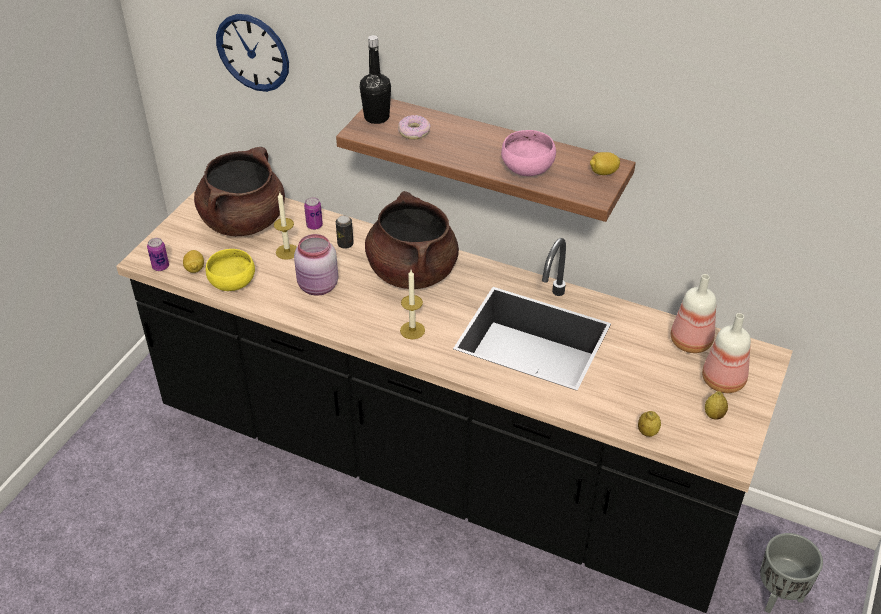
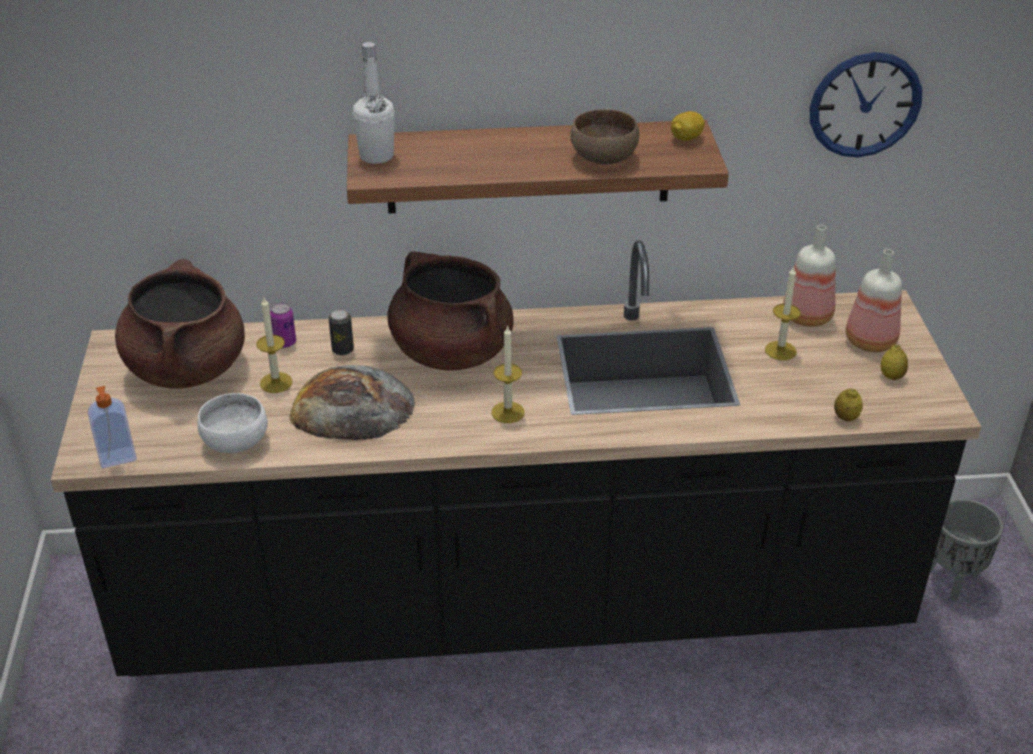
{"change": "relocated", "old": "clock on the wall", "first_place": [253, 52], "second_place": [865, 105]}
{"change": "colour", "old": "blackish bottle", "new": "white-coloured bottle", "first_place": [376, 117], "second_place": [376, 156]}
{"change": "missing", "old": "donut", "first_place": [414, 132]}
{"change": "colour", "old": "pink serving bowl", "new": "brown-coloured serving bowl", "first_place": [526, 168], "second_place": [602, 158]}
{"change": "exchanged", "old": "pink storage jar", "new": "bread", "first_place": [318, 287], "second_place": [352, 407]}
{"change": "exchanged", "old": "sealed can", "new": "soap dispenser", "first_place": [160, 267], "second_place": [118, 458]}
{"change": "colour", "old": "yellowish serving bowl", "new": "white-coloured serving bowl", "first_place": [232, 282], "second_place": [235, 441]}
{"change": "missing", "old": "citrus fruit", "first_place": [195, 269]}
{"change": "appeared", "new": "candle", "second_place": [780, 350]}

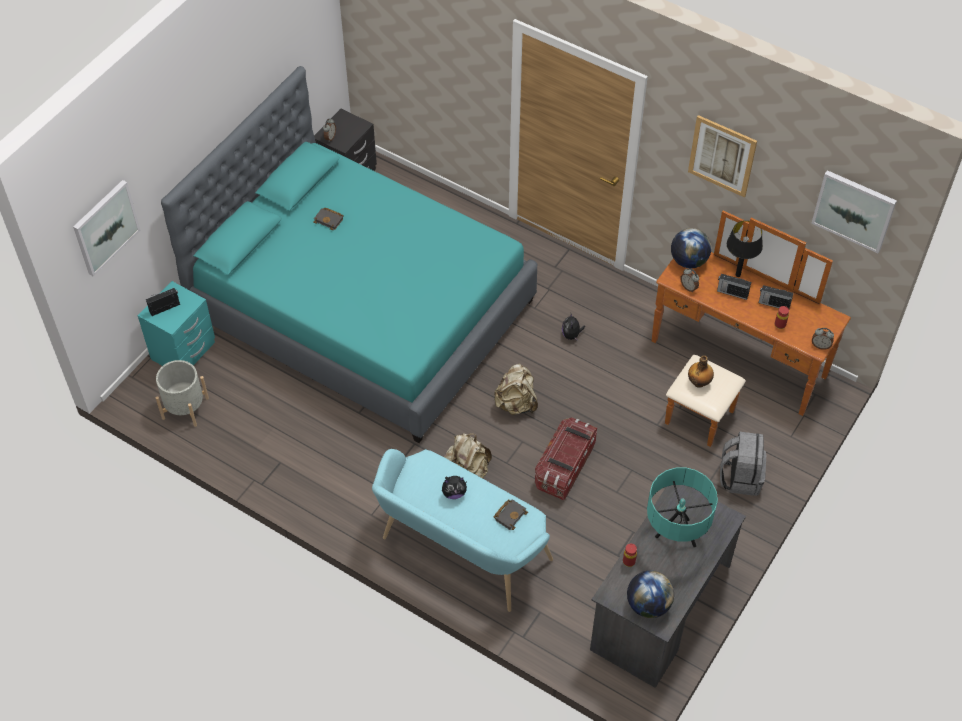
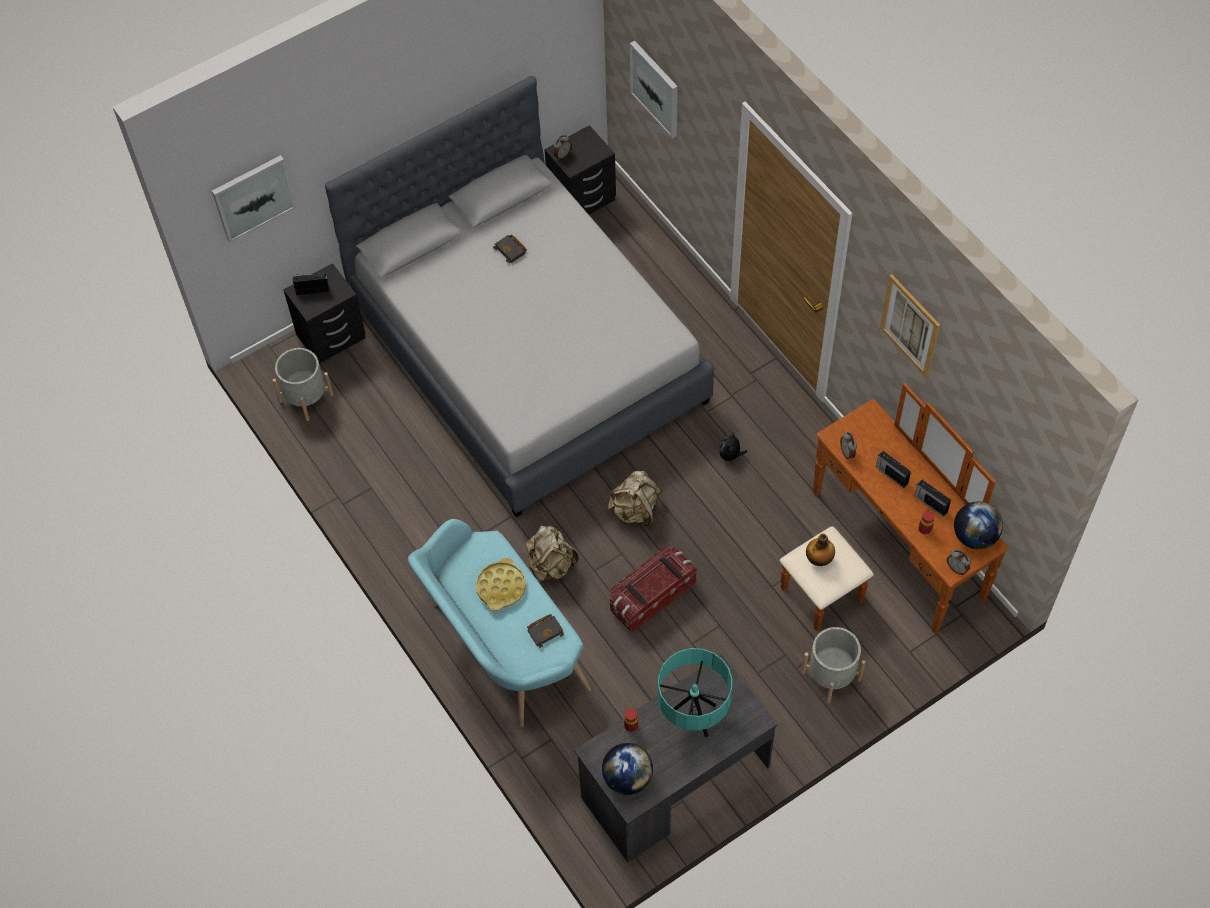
{"change": "colour", "old": "turquoise bed", "new": "gray bed", "first_place": [363, 309], "second_place": [529, 352]}
{"change": "relocated", "old": "wall art", "first_place": [854, 210], "second_place": [655, 88]}
{"change": "missing", "old": "blackish table lamp", "first_place": [738, 275]}
{"change": "relocated", "old": "desk globe", "first_place": [688, 261], "second_place": [974, 536]}
{"change": "colour", "old": "turquoise nightstand", "new": "blackish nightstand", "first_place": [183, 351], "second_place": [331, 336]}
{"change": "exchanged", "old": "gray rucksack", "new": "gray plant pot", "first_place": [740, 477], "second_place": [831, 676]}
{"change": "exchanged", "old": "cuddly toy", "new": "yellowish tray", "first_place": [454, 493], "second_place": [501, 587]}

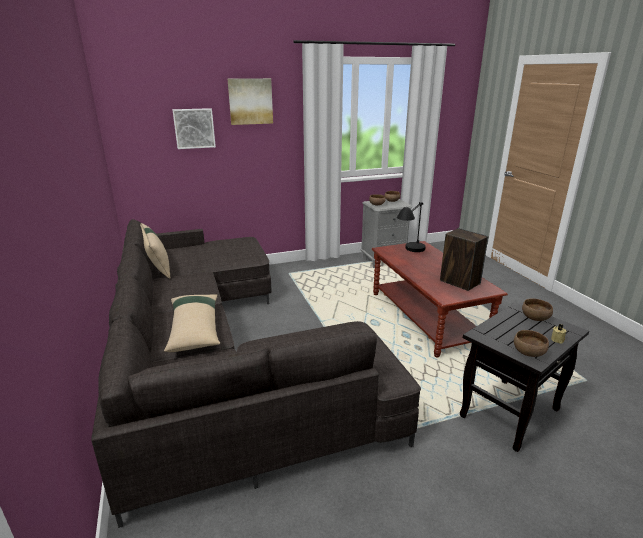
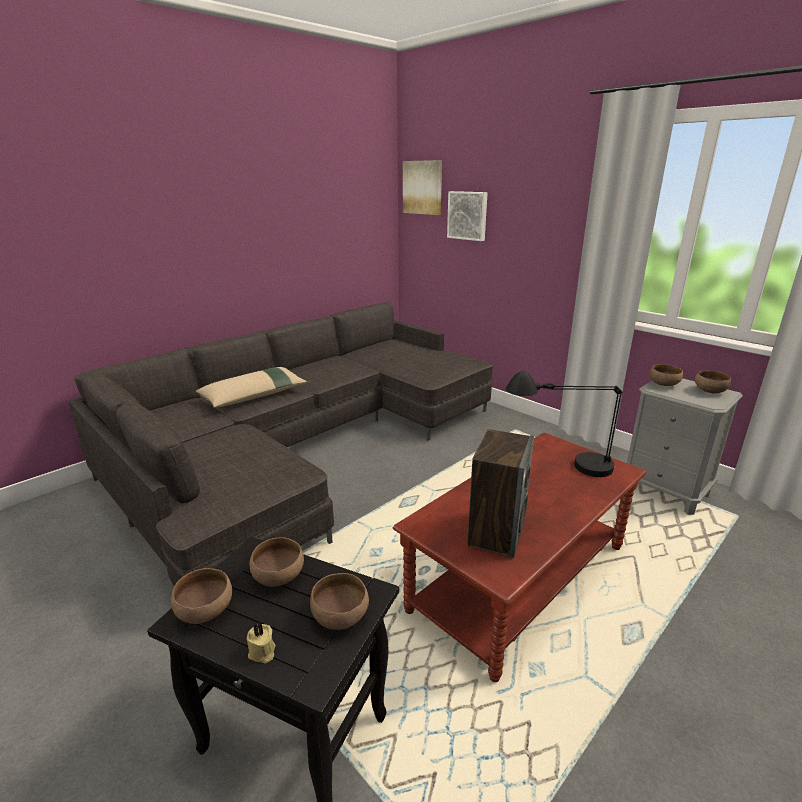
{"change": "relocated", "old": "wall art", "first_place": [250, 101], "second_place": [423, 187]}
{"change": "missing", "old": "beige cushion", "first_place": [157, 266]}
{"change": "appeared", "new": "brown-coloured serving bowl", "second_place": [280, 577]}

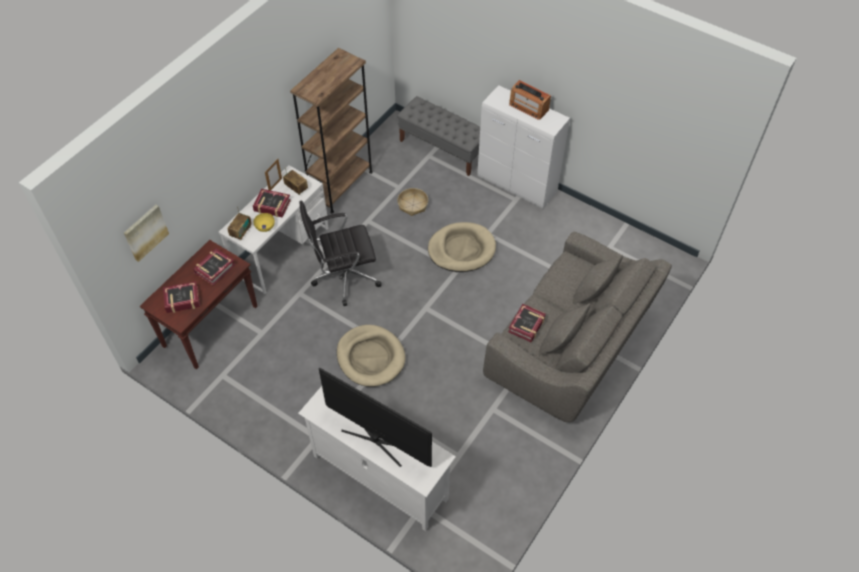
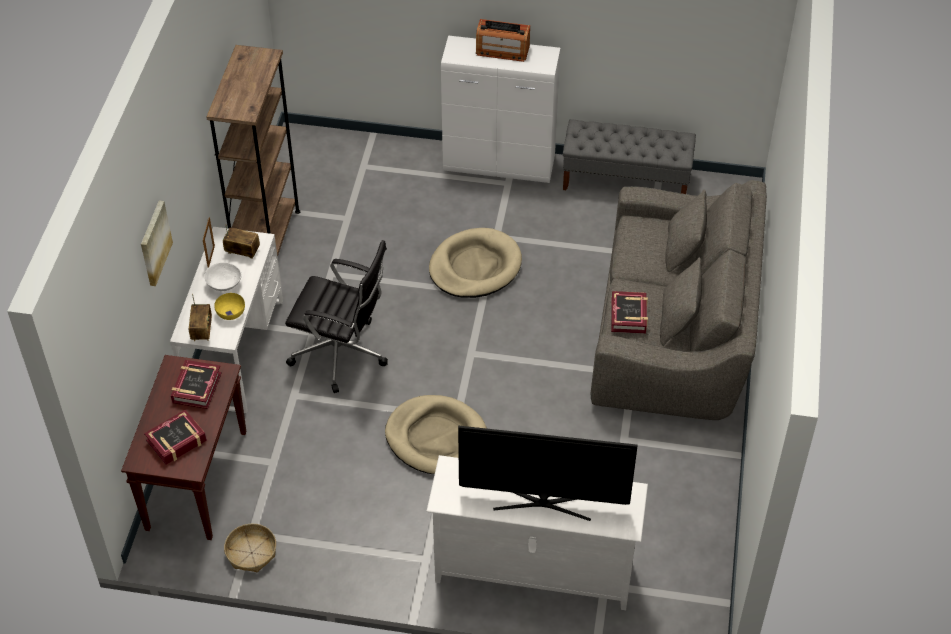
{"change": "relocated", "old": "gray indoor bench", "first_place": [442, 149], "second_place": [626, 181]}
{"change": "relocated", "old": "basket", "first_place": [412, 205], "second_place": [251, 553]}
{"change": "exchanged", "old": "book", "new": "white-coloured serving bowl", "first_place": [272, 206], "second_place": [223, 284]}
{"change": "spun", "old": "blackish desk chair", "first_place": [344, 277], "second_place": [342, 354], "degrees": -120}
{"change": "relocated", "old": "wall art", "first_place": [145, 232], "second_place": [154, 243]}

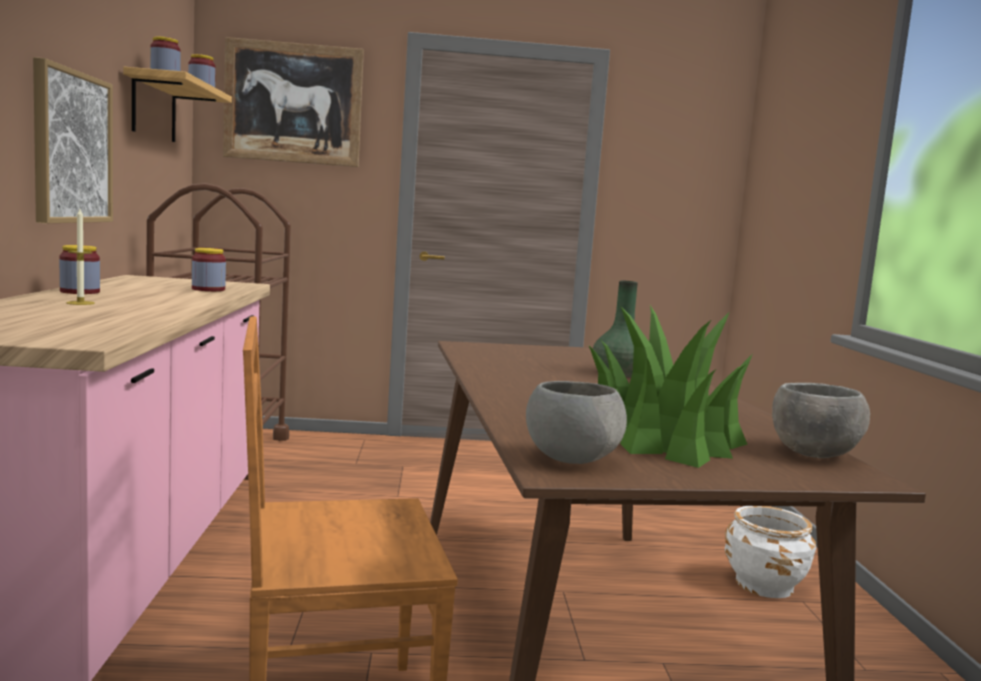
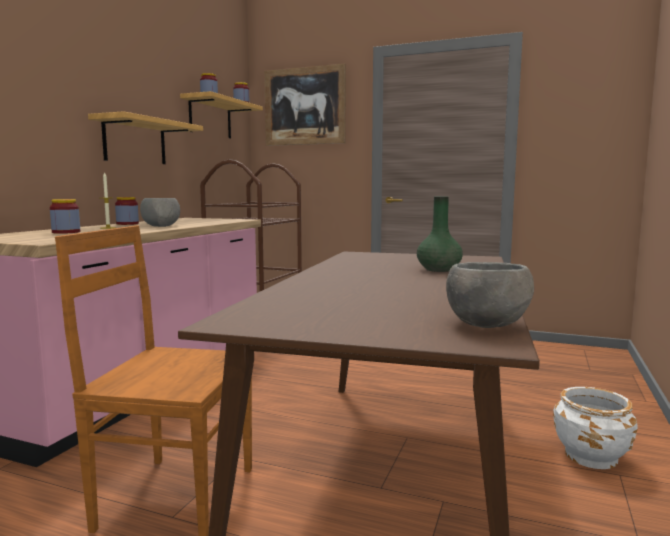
{"change": "exchanged", "old": "wall art", "new": "wall shelf", "first_place": [71, 147], "second_place": [135, 142]}
{"change": "relocated", "old": "storage jar", "first_place": [208, 289], "second_place": [66, 232]}
{"change": "missing", "old": "potted plant", "first_place": [662, 439]}
{"change": "relocated", "old": "gray serving bowl", "first_place": [570, 459], "second_place": [161, 226]}

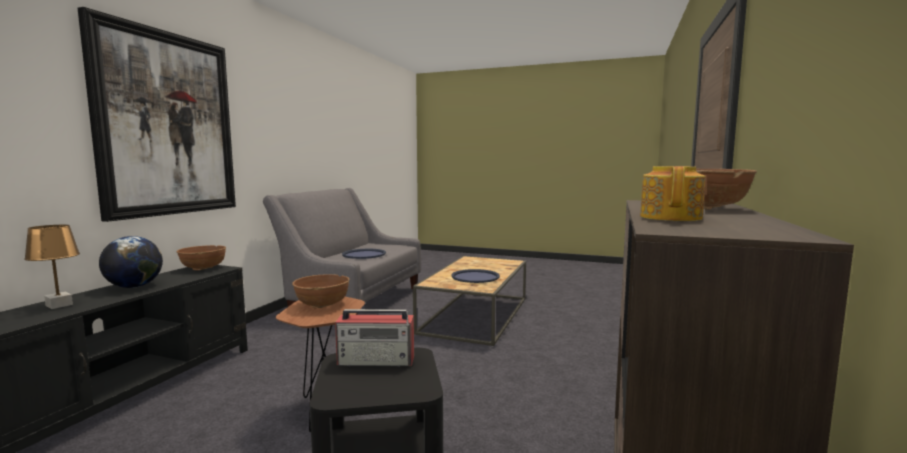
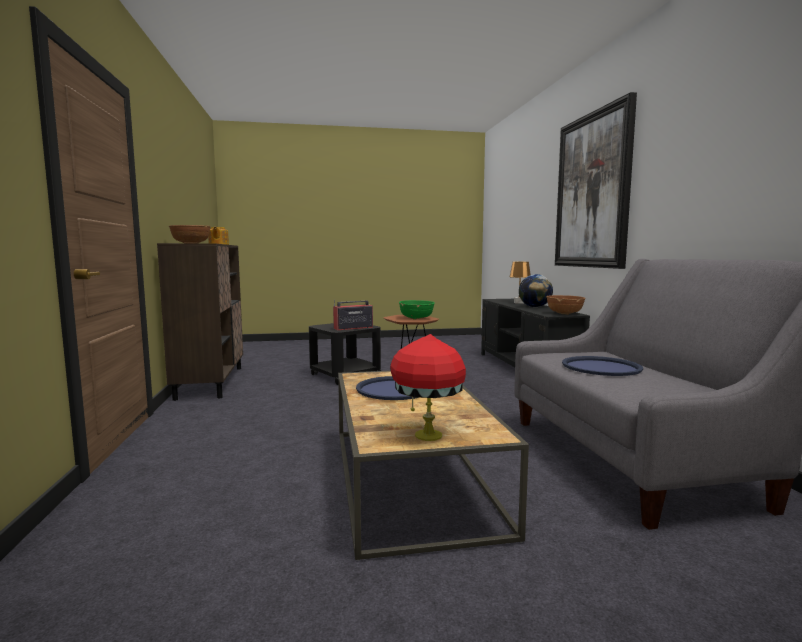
{"change": "colour", "old": "brown-coloured serving bowl", "new": "green-coloured serving bowl", "first_place": [322, 304], "second_place": [416, 318]}
{"change": "appeared", "new": "reddish table lamp", "second_place": [427, 435]}

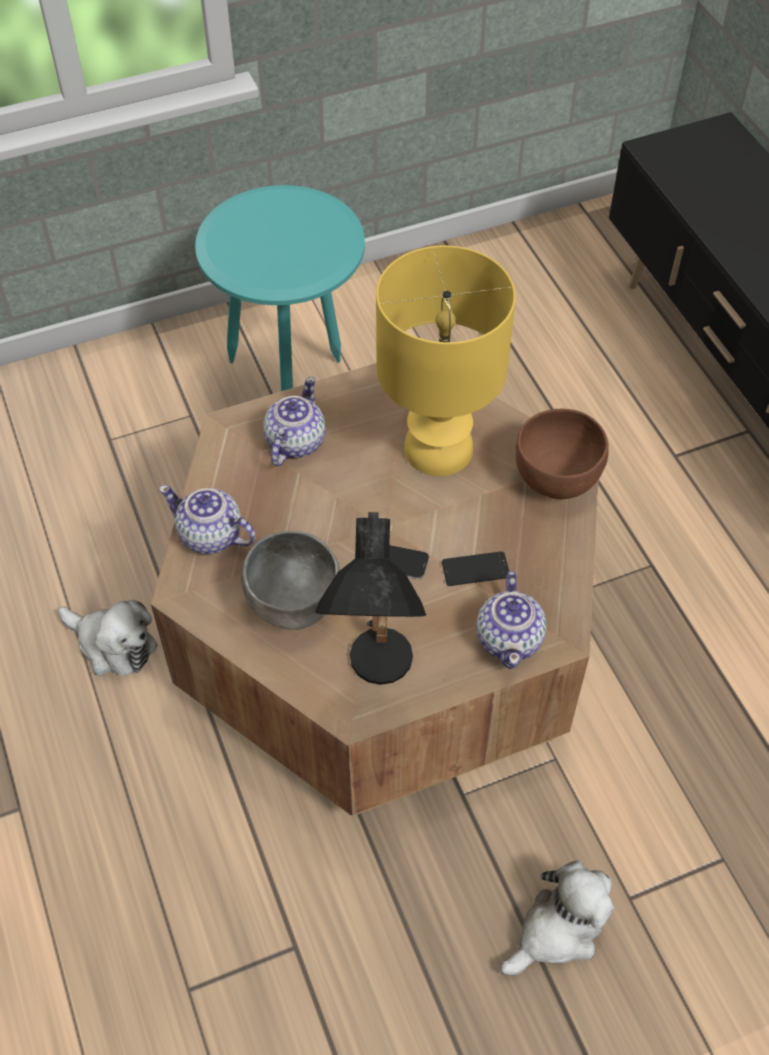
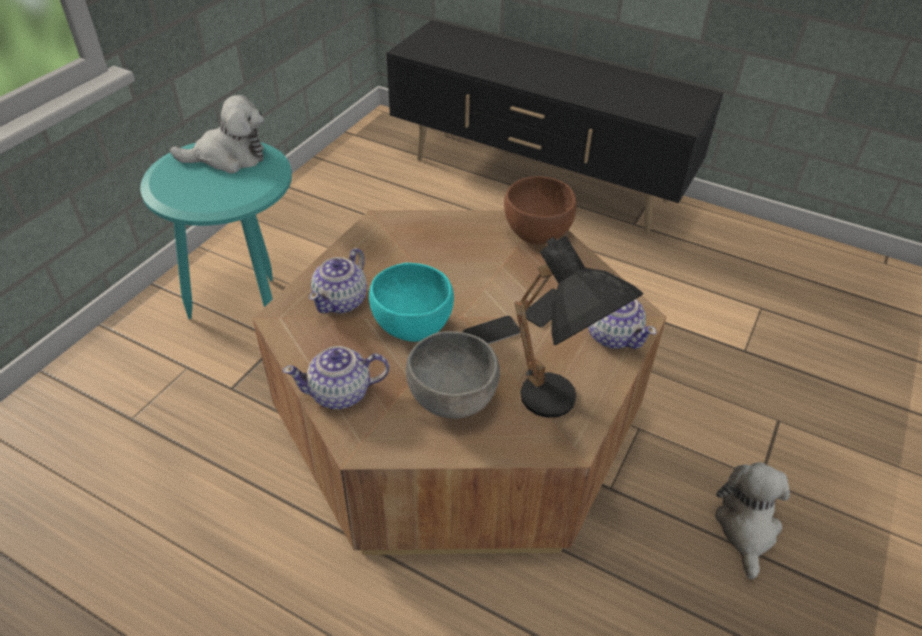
{"change": "missing", "old": "yellowish table lamp", "first_place": [436, 450]}
{"change": "spun", "old": "teapot", "first_place": [294, 442], "second_place": [342, 301], "degrees": -135}
{"change": "relocated", "old": "cuddly toy", "first_place": [113, 645], "second_place": [229, 157]}
{"change": "appeared", "new": "turquoise serving bowl", "second_place": [413, 328]}

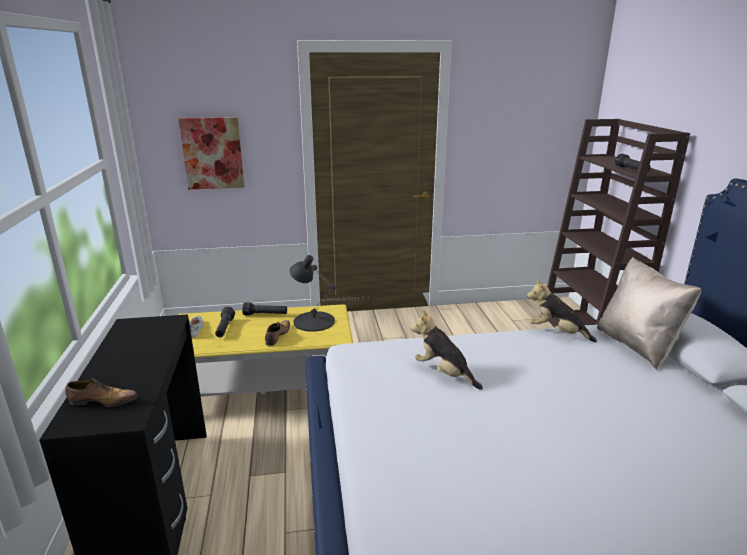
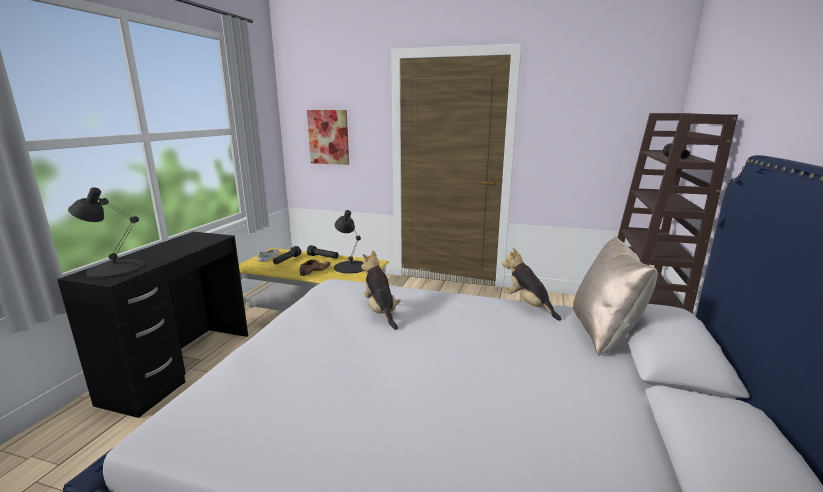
{"change": "exchanged", "old": "shoe", "new": "blackish table lamp", "first_place": [102, 401], "second_place": [115, 268]}

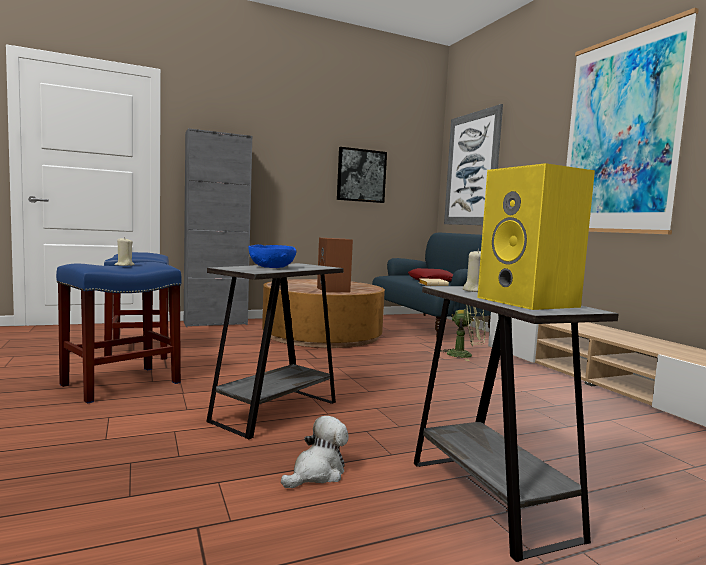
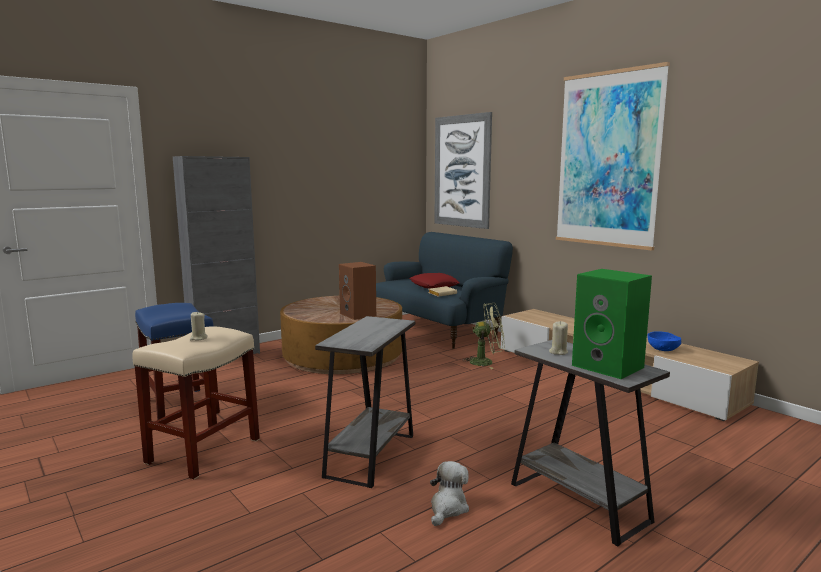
{"change": "missing", "old": "wall art", "first_place": [361, 175]}
{"change": "colour", "old": "yellowish audio speaker", "new": "green-coloured audio speaker", "first_place": [530, 302], "second_place": [609, 366]}
{"change": "relocated", "old": "bluish serving bowl", "first_place": [272, 267], "second_place": [663, 349]}
{"change": "colour", "old": "bluish stool seat", "new": "beige stool seat", "first_place": [122, 383], "second_place": [204, 450]}

